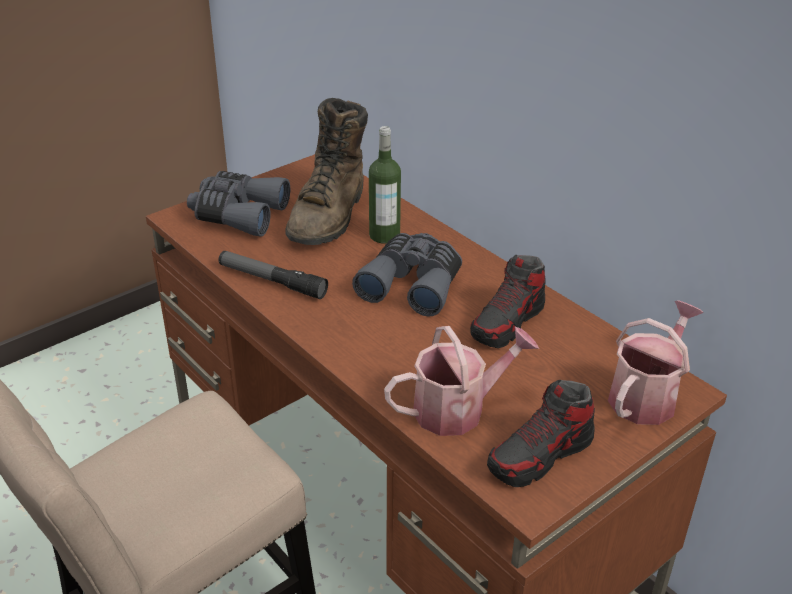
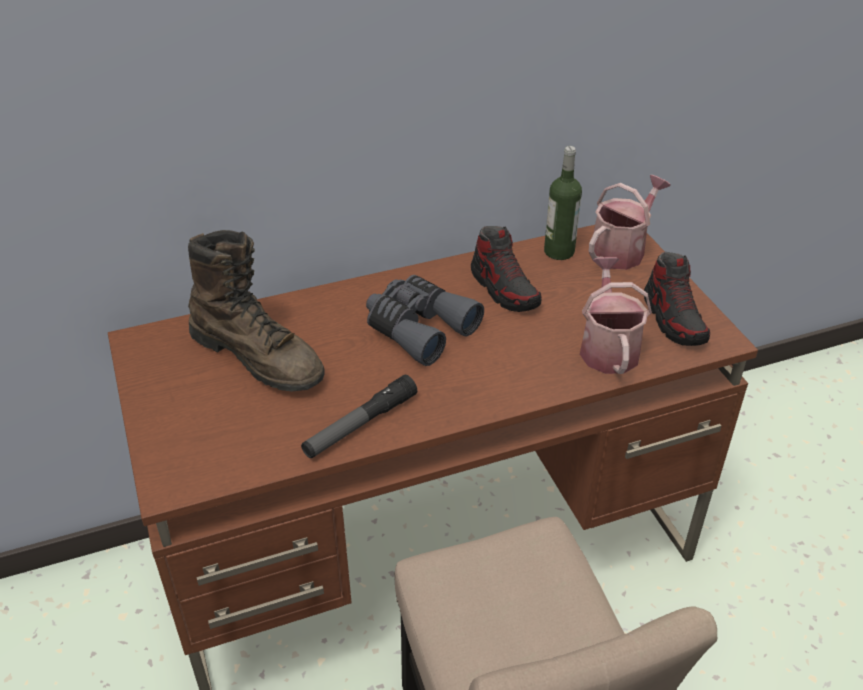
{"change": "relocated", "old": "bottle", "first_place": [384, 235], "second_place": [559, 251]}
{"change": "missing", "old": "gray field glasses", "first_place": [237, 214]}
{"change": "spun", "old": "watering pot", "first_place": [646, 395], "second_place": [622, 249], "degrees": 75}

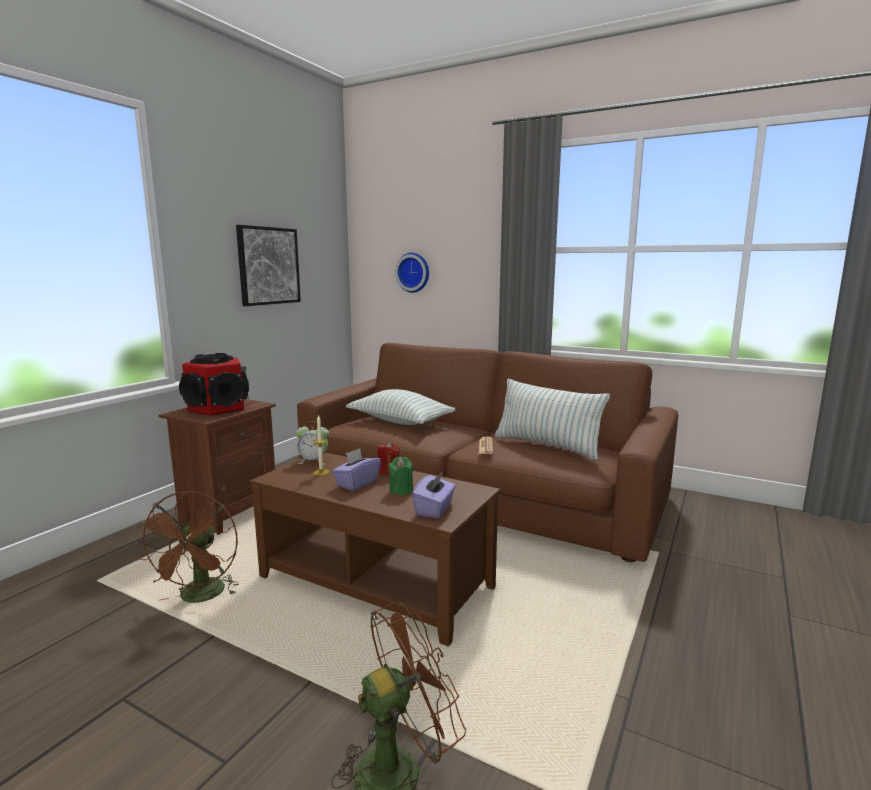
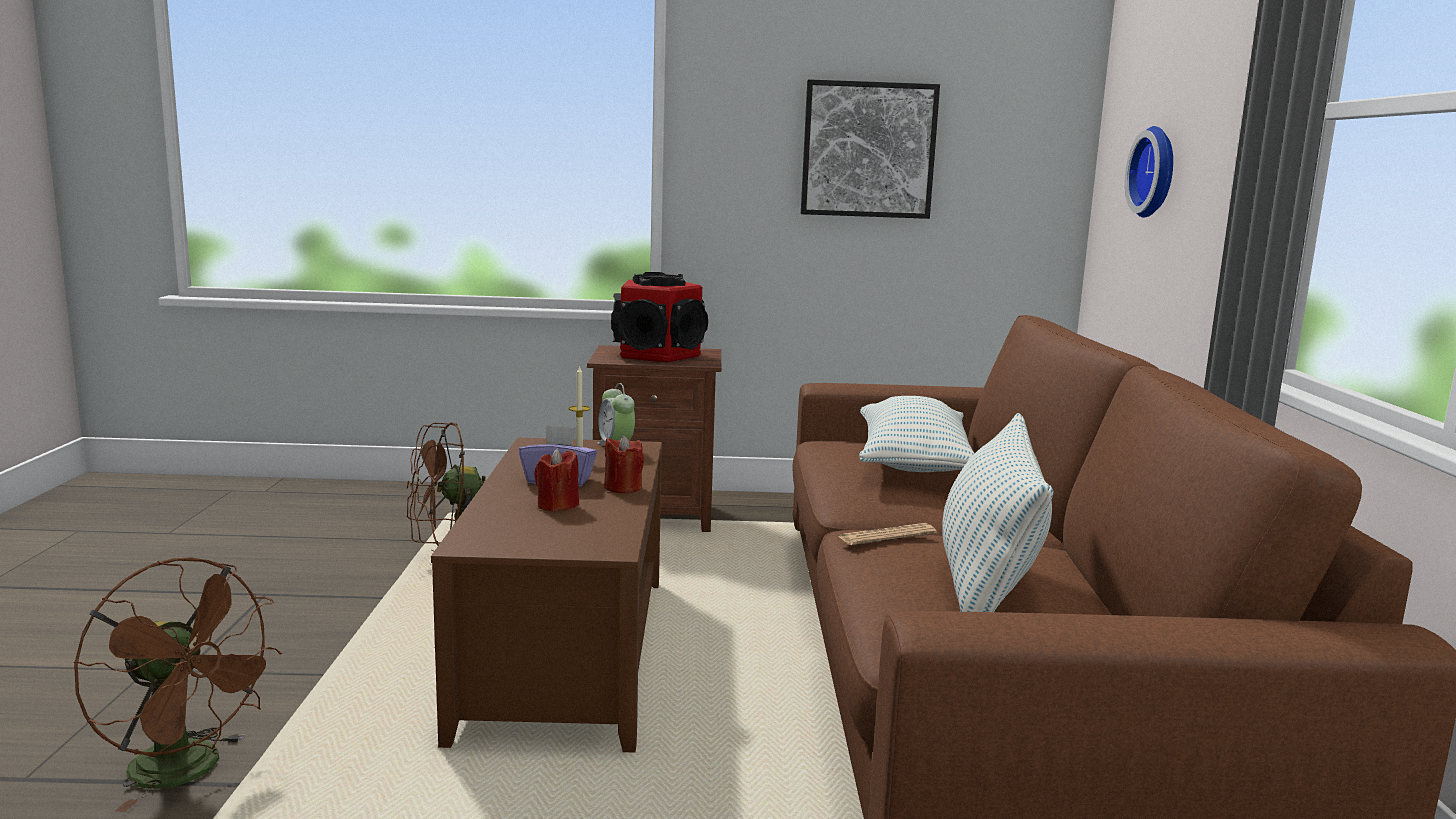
{"change": "colour", "old": "green-coloured candle", "new": "reddish candle", "first_place": [401, 490], "second_place": [557, 505]}
{"change": "missing", "old": "purple tissue holder", "first_place": [434, 509]}

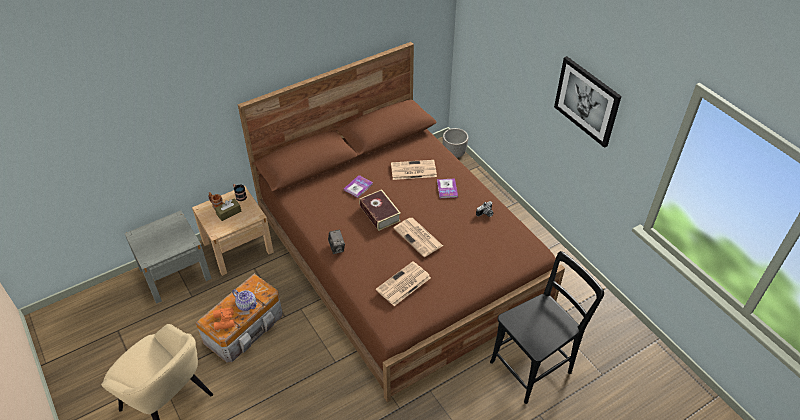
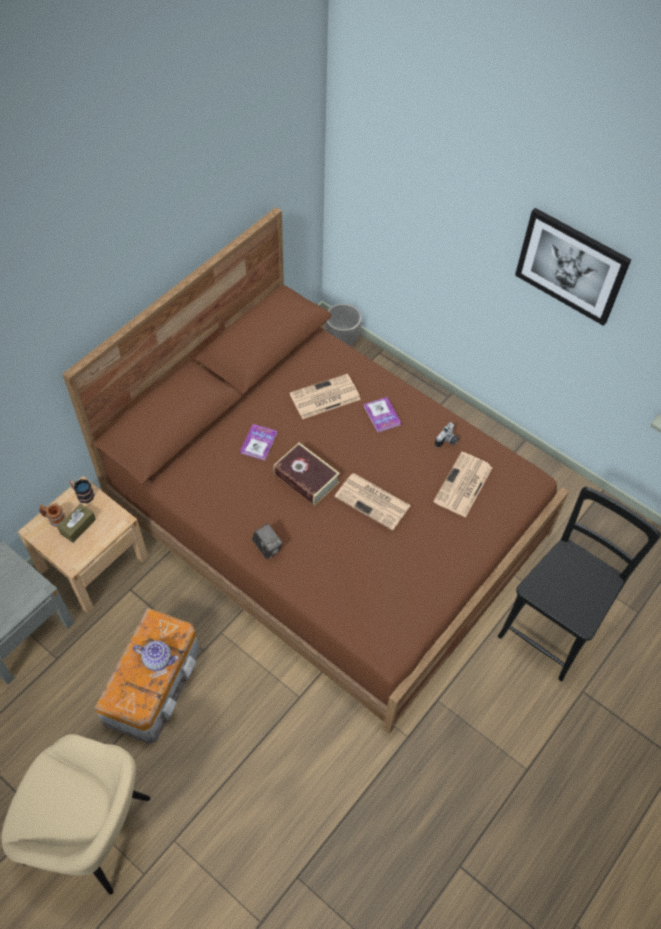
{"change": "relocated", "old": "printed paper", "first_place": [403, 284], "second_place": [463, 485]}
{"change": "missing", "old": "orangey field glasses", "first_place": [223, 321]}

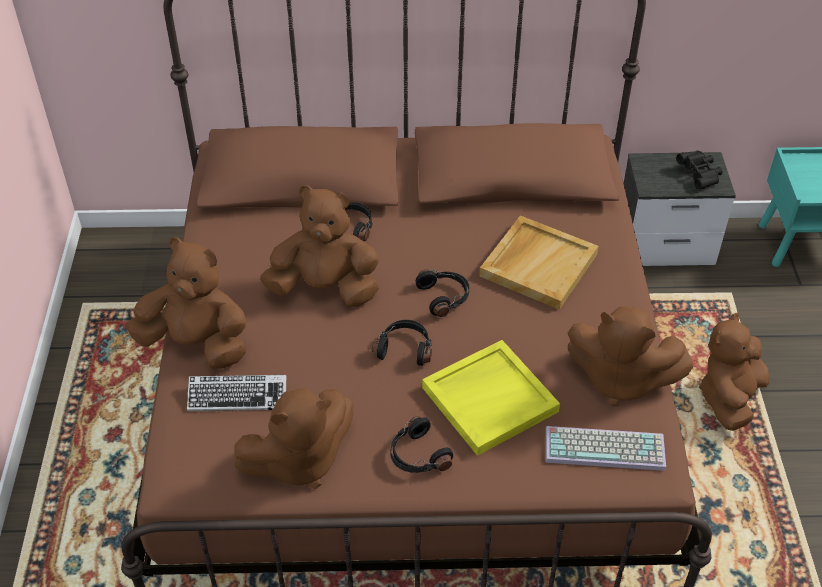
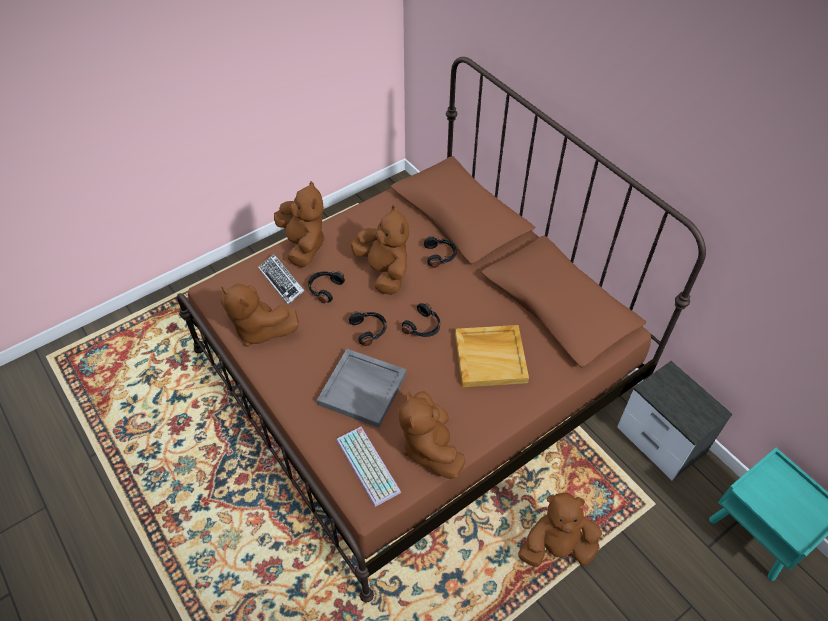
{"change": "missing", "old": "blackish field glasses", "first_place": [699, 175]}
{"change": "colour", "old": "yellowish tray", "new": "gray tray", "first_place": [490, 398], "second_place": [363, 389]}
{"change": "relocated", "old": "blackish headphones", "first_place": [417, 456], "second_place": [324, 289]}

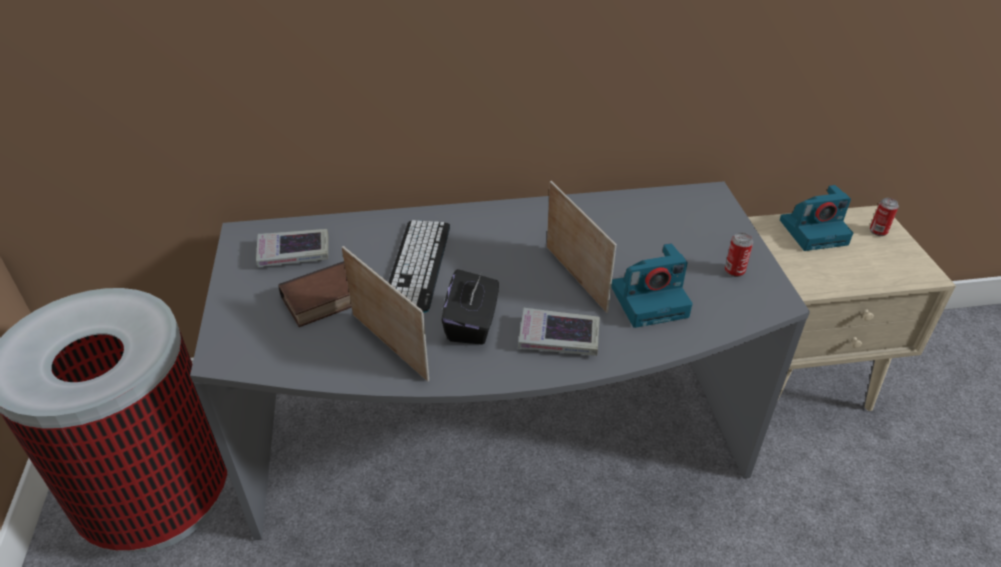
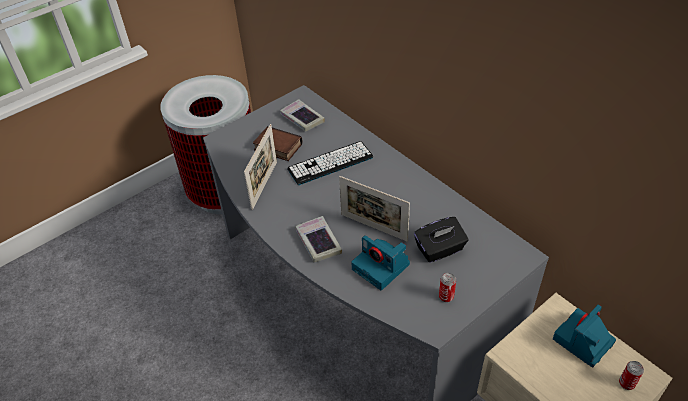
{"change": "spun", "old": "picture frame", "first_place": [575, 278], "second_place": [373, 227], "degrees": 90}
{"change": "spun", "old": "photo camera", "first_place": [814, 231], "second_place": [583, 341], "degrees": 90}
{"change": "relocated", "old": "blackish tissue holder", "first_place": [472, 323], "second_place": [440, 250]}

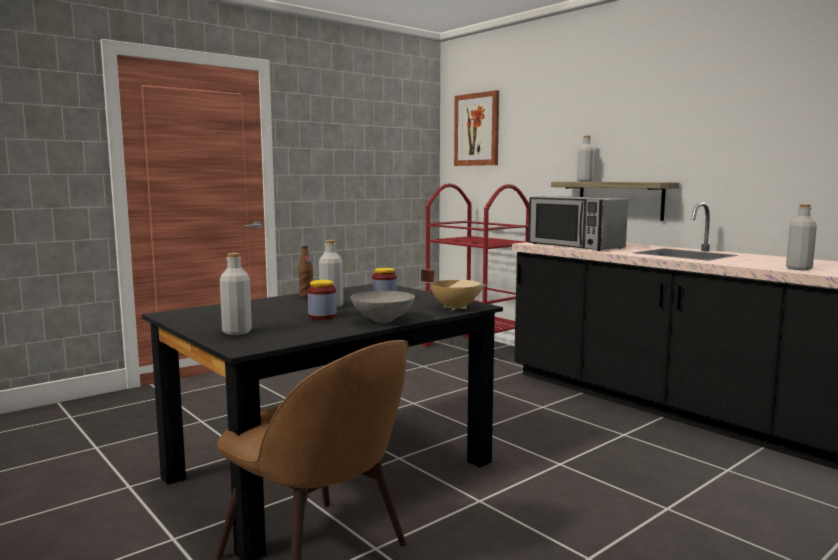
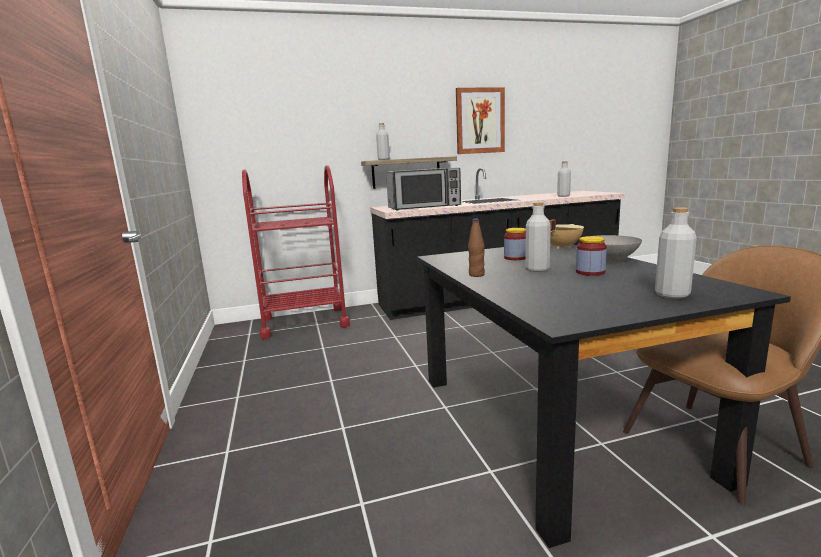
{"change": "relocated", "old": "wall art", "first_place": [477, 129], "second_place": [480, 121]}

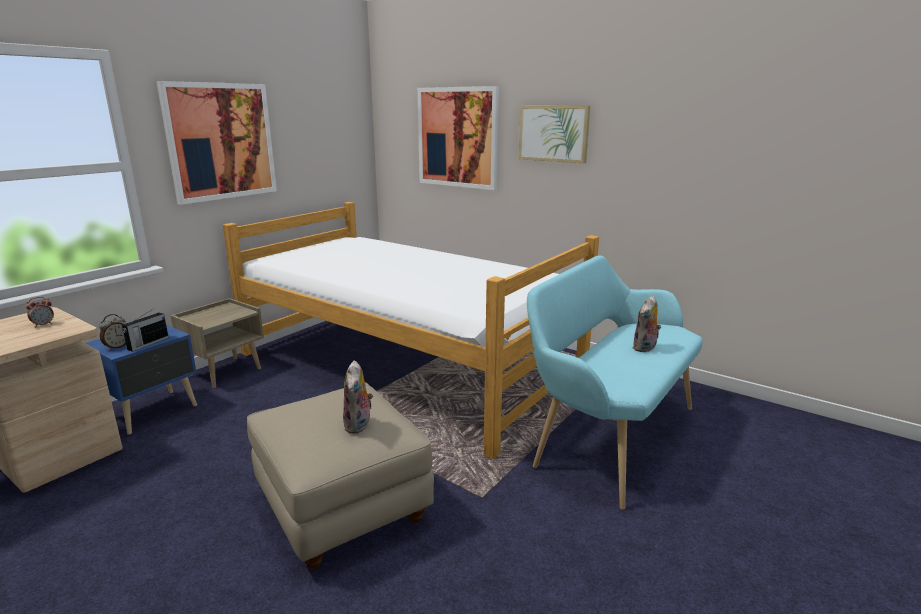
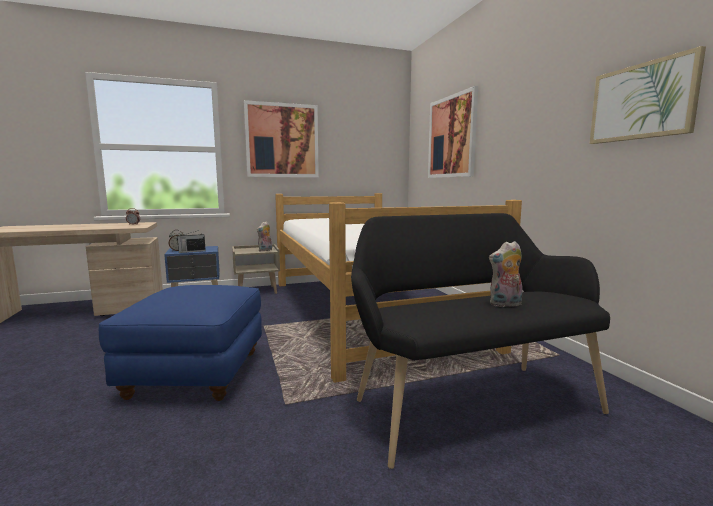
{"change": "relocated", "old": "wall art", "first_place": [553, 133], "second_place": [642, 102]}
{"change": "colour", "old": "turquoise indoor bench", "new": "blackish indoor bench", "first_place": [608, 434], "second_place": [468, 402]}
{"change": "relocated", "old": "cuddly toy", "first_place": [359, 425], "second_place": [265, 250]}
{"change": "colour", "old": "beige footrest", "new": "bluish footrest", "first_place": [342, 507], "second_place": [195, 374]}

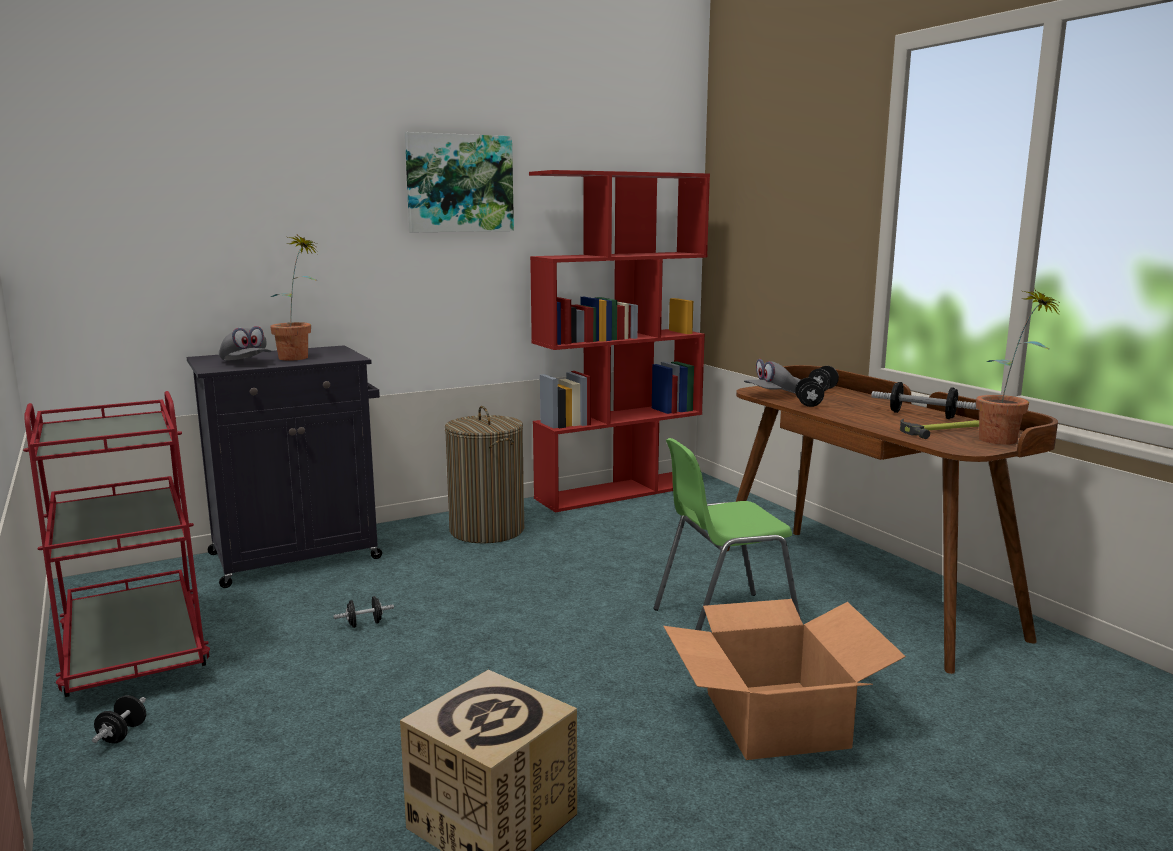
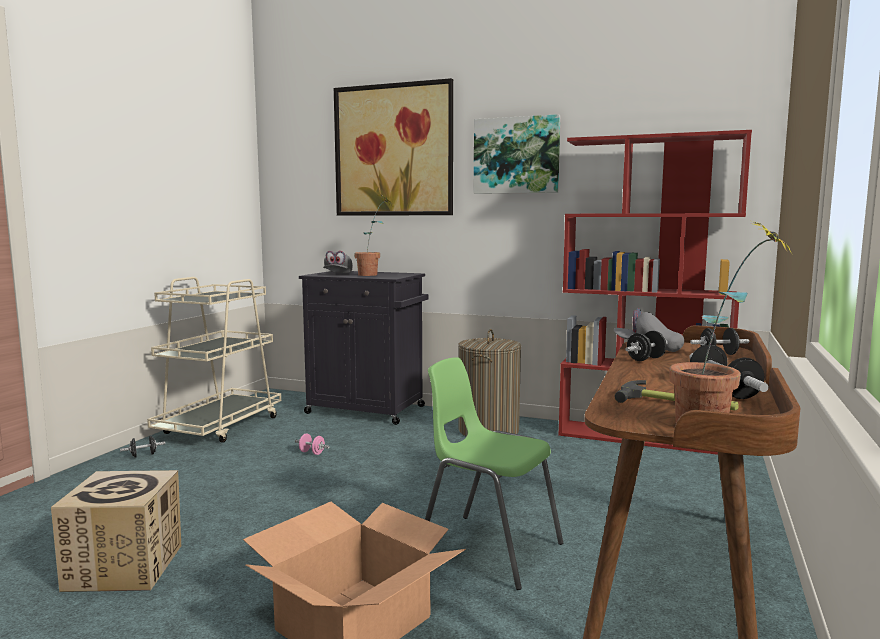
{"change": "colour", "old": "reddish trolley", "new": "beige trolley", "first_place": [134, 651], "second_place": [220, 426]}
{"change": "colour", "old": "blackish free weight", "new": "pink free weight", "first_place": [365, 624], "second_place": [312, 453]}
{"change": "appeared", "new": "wall art", "second_place": [393, 150]}

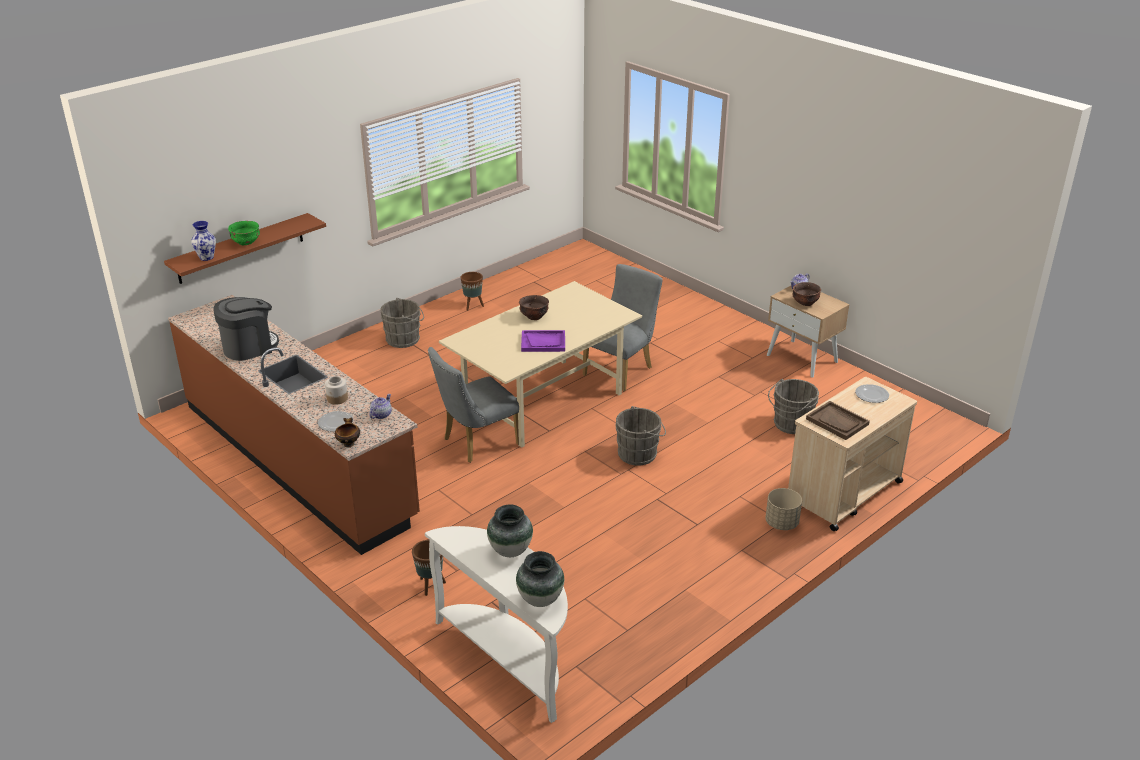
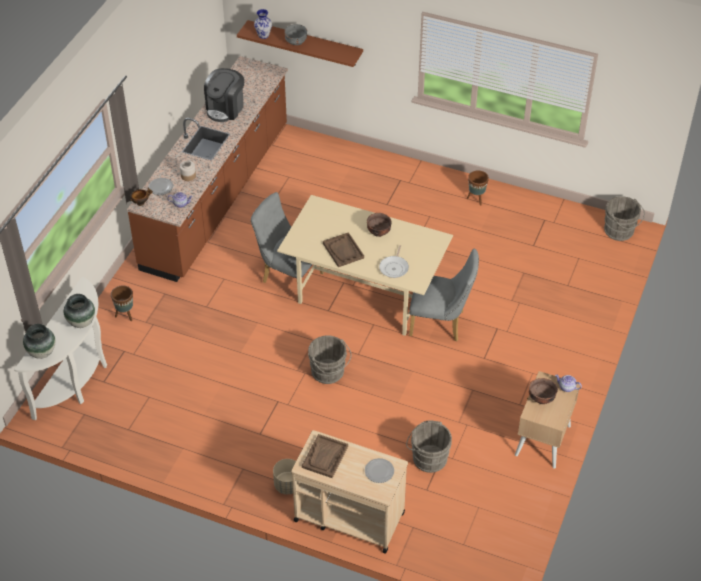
{"change": "colour", "old": "green-coloured serving bowl", "new": "gray serving bowl", "first_place": [246, 243], "second_place": [296, 42]}
{"change": "spun", "old": "coffee maker", "first_place": [249, 347], "second_place": [225, 108], "degrees": 90}
{"change": "relocated", "old": "gray water bucket", "first_place": [405, 339], "second_place": [620, 232]}
{"change": "colour", "old": "purple tray", "new": "brown-coloured tray", "first_place": [543, 342], "second_place": [343, 251]}
{"change": "appeared", "new": "skillet", "second_place": [394, 267]}

